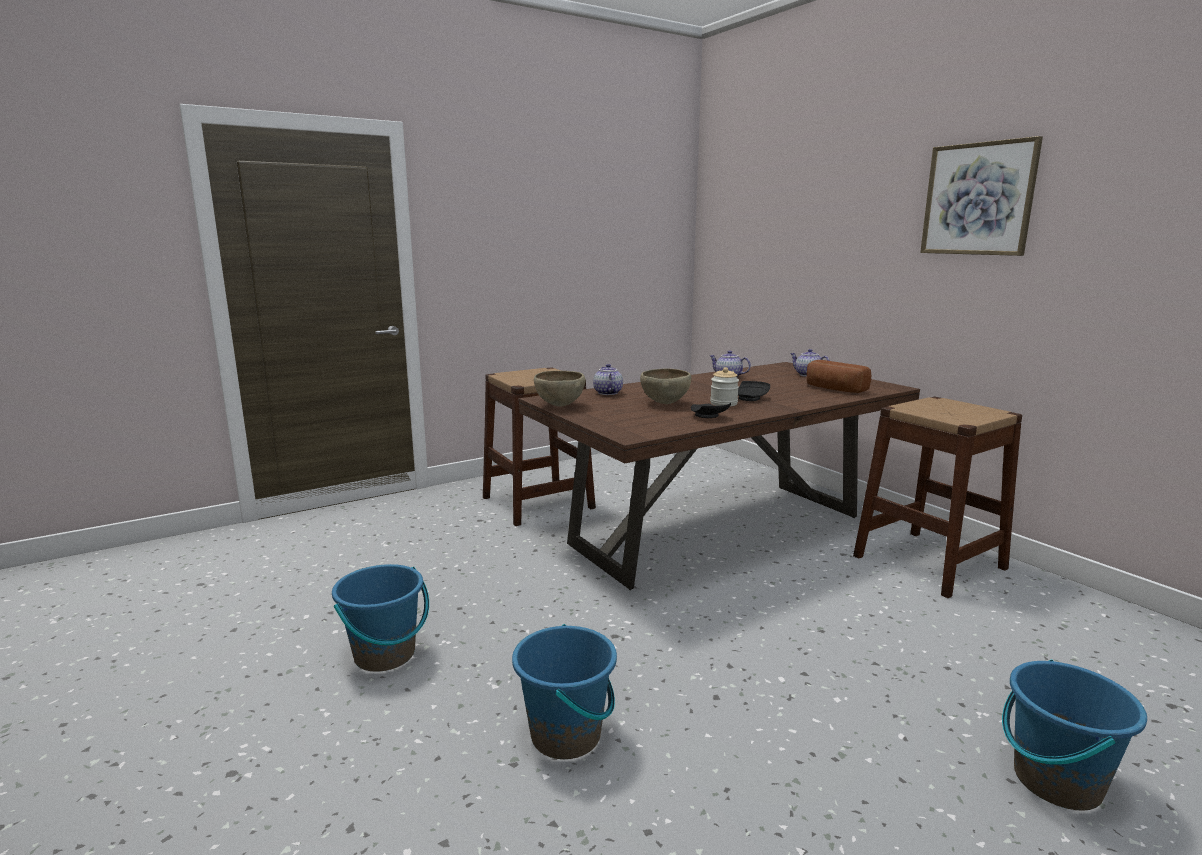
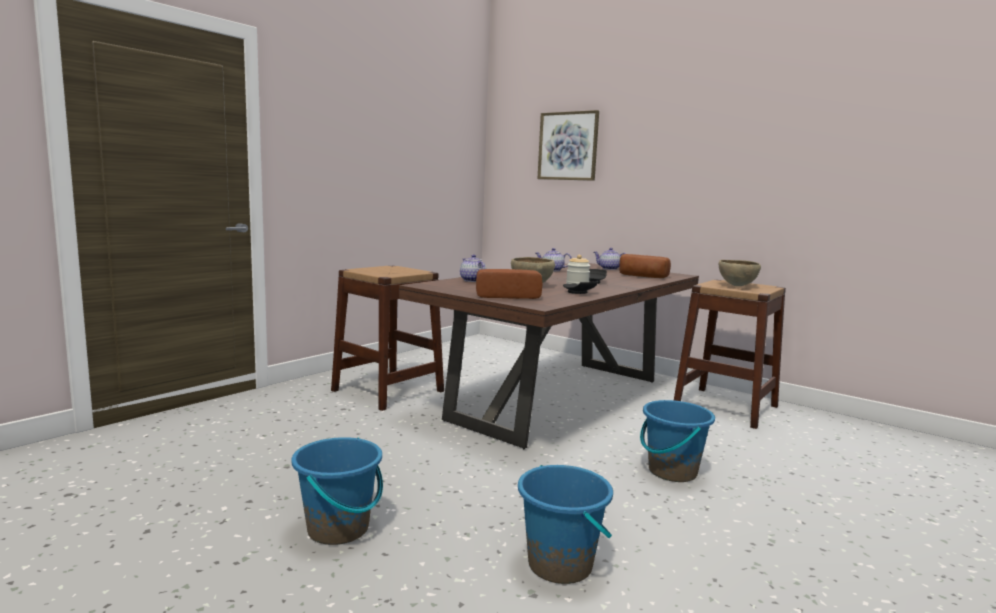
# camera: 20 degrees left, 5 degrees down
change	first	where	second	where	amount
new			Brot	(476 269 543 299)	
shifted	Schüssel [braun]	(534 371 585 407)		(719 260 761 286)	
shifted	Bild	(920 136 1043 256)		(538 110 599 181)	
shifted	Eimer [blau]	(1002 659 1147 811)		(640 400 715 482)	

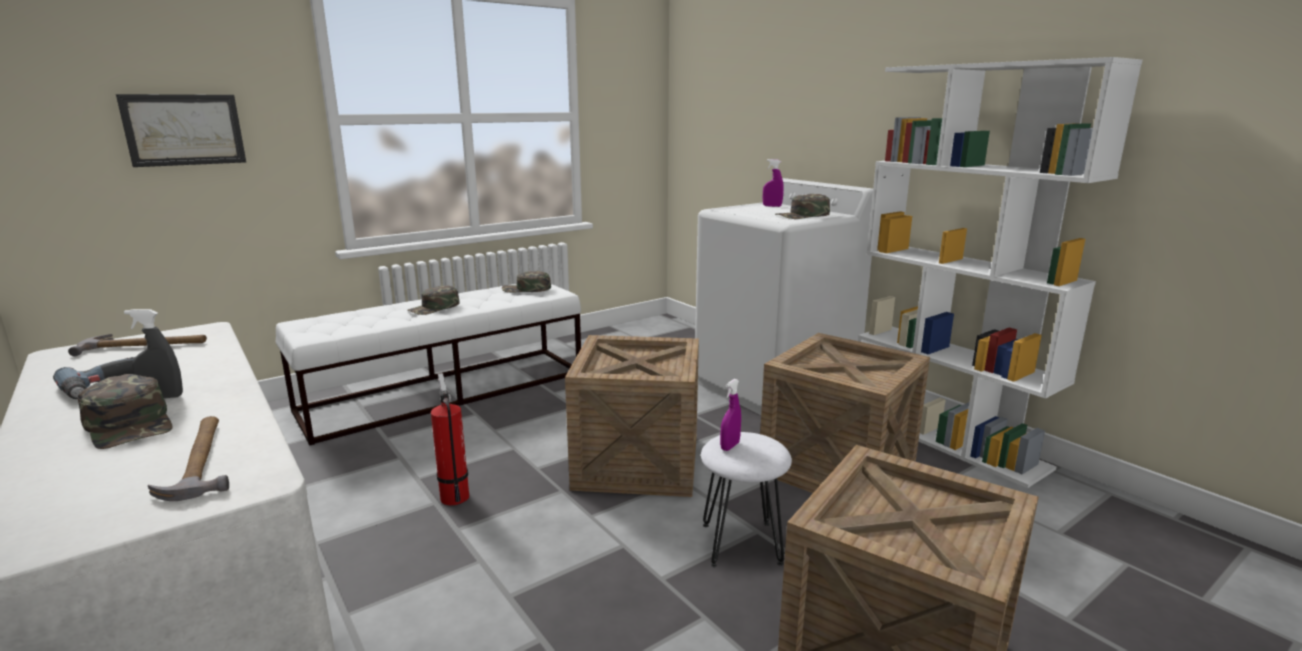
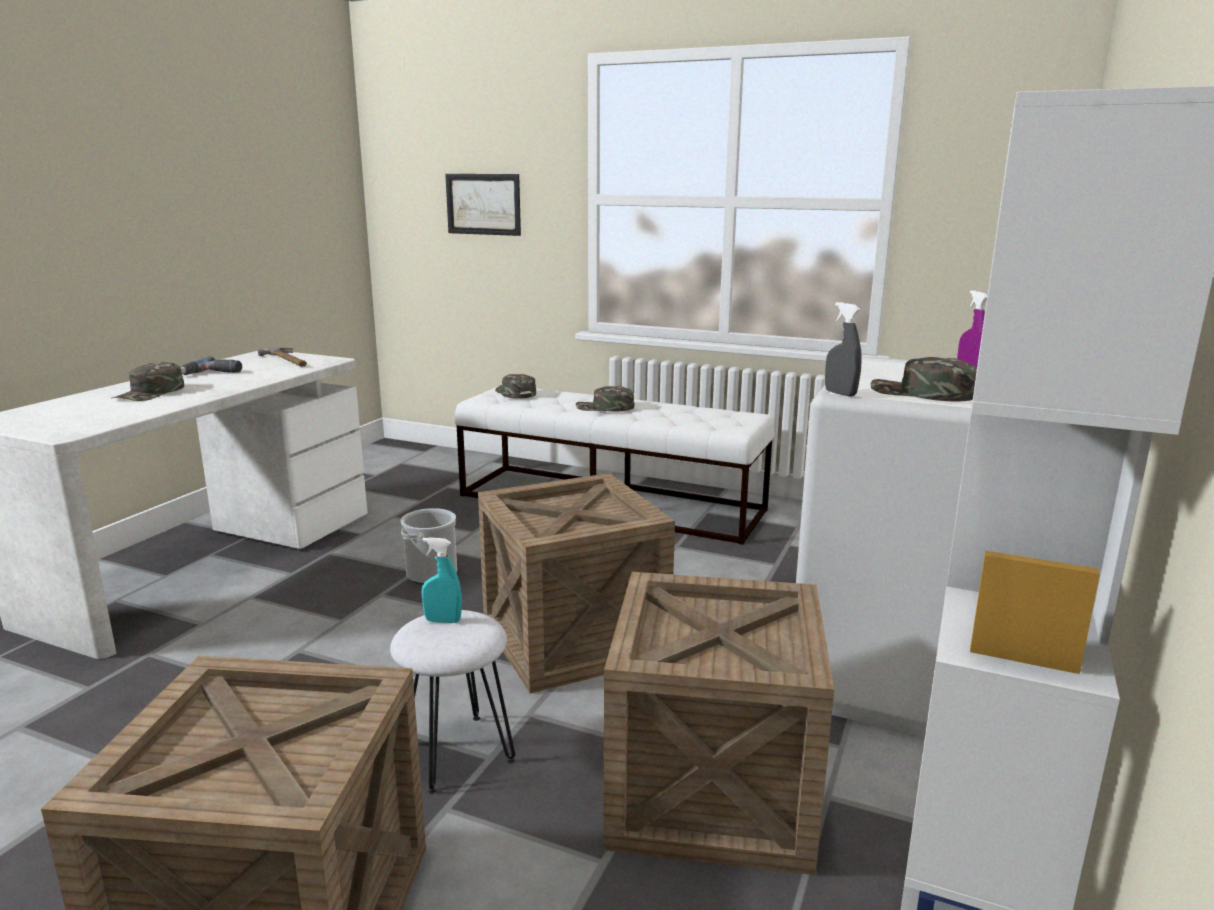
# camera: 60 degrees right, 0 degrees up
change	first	where	second	where	amount
gone	Hammer	(148 416 229 501)			
shifted	Sprühflasche [grau]	(124 309 183 398)		(825 302 862 397)	
shifted	Kappe [grün]	(502 271 551 293)		(495 374 536 399)	
swapped	Feuerlöscher	(431 373 469 505)	Eimer	(401 508 457 584)	
repainted	Sprühflasche [lila]	(720 379 741 451)	Sprühflasche [türkis]	(421 537 462 623)	

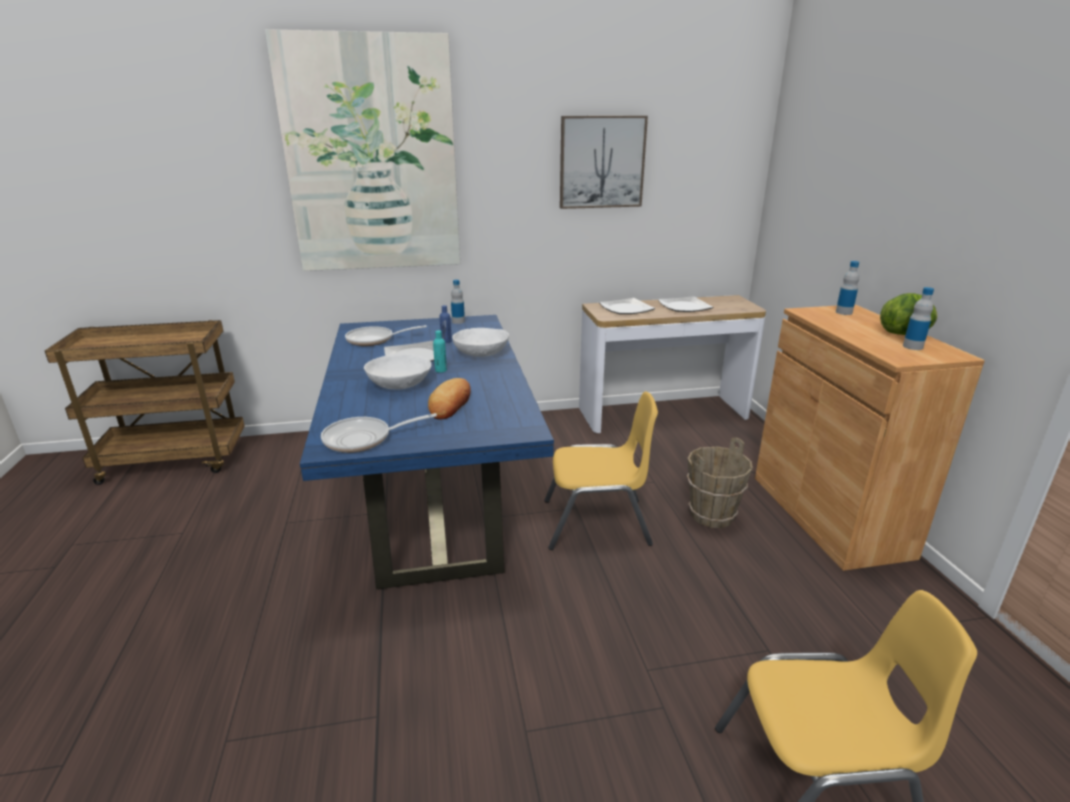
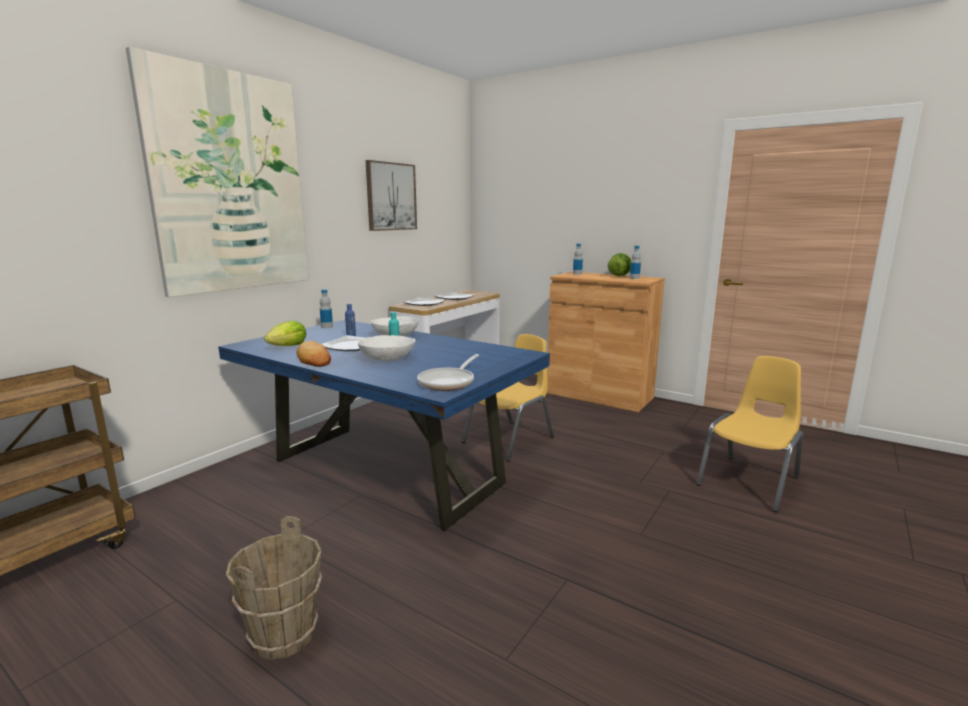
# camera: 45 degrees left, 10 degrees down
change	first	where	second	where	amount
shifted	Brot	(428 378 471 420)		(296 341 331 367)	
shifted	Eimer [braun]	(687 438 753 528)		(226 516 322 660)	
swapped	Pfanne	(345 325 427 346)	Salatkopf	(264 320 306 346)	

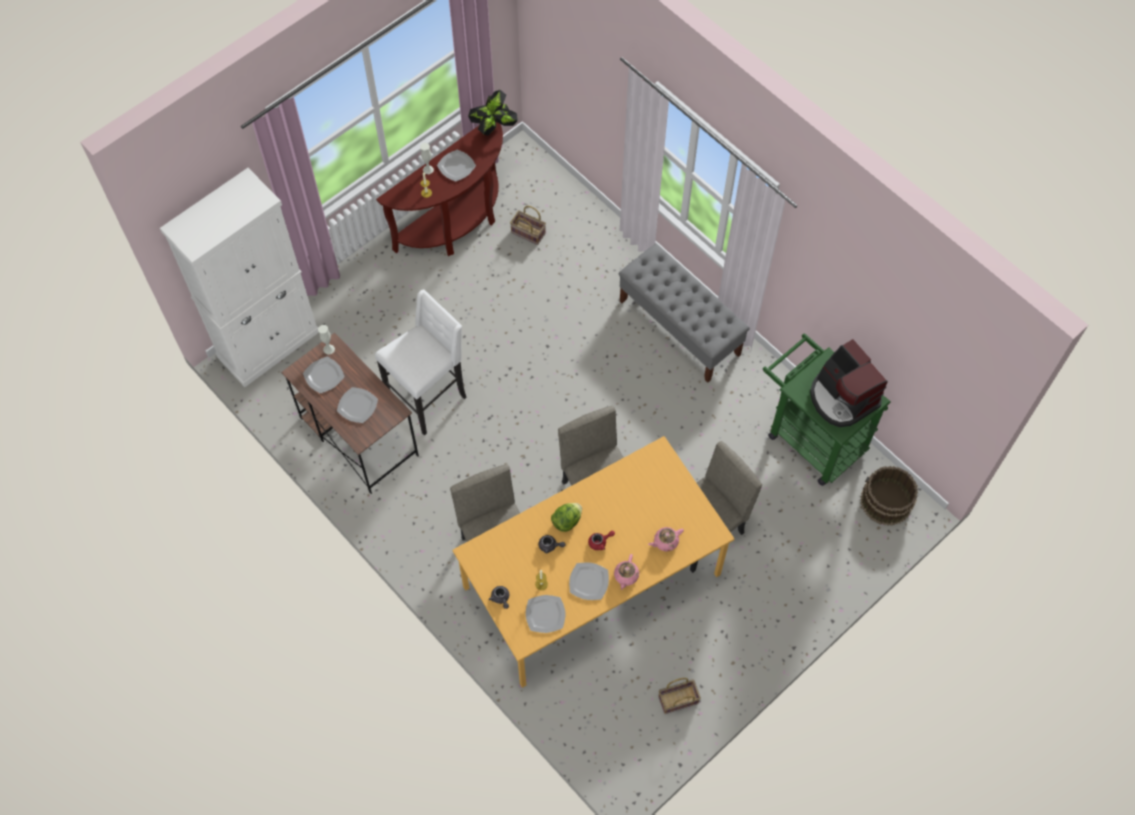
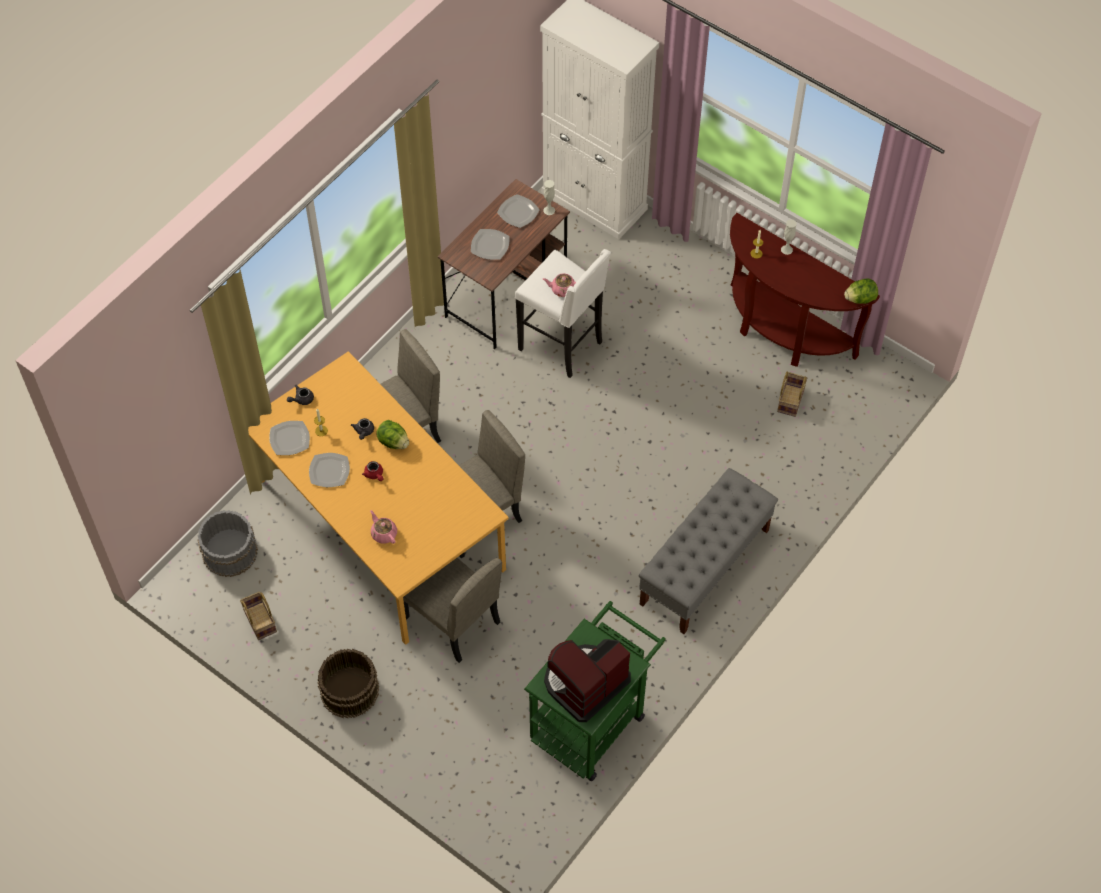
# camera: 80 degrees right, 5 degrees down
change	first	where	second	where	amount
gone	Teller	(437 150 476 182)			
new			Eimer [grau]	(197 510 258 577)	
shifted	Teekanne [rosa]	(614 554 639 590)		(543 273 576 297)	
shifted	Eimer [braun]	(860 466 918 526)		(317 649 379 718)	
swapped	Topfpflanze	(468 90 518 136)	Salatkopf	(844 278 878 304)	

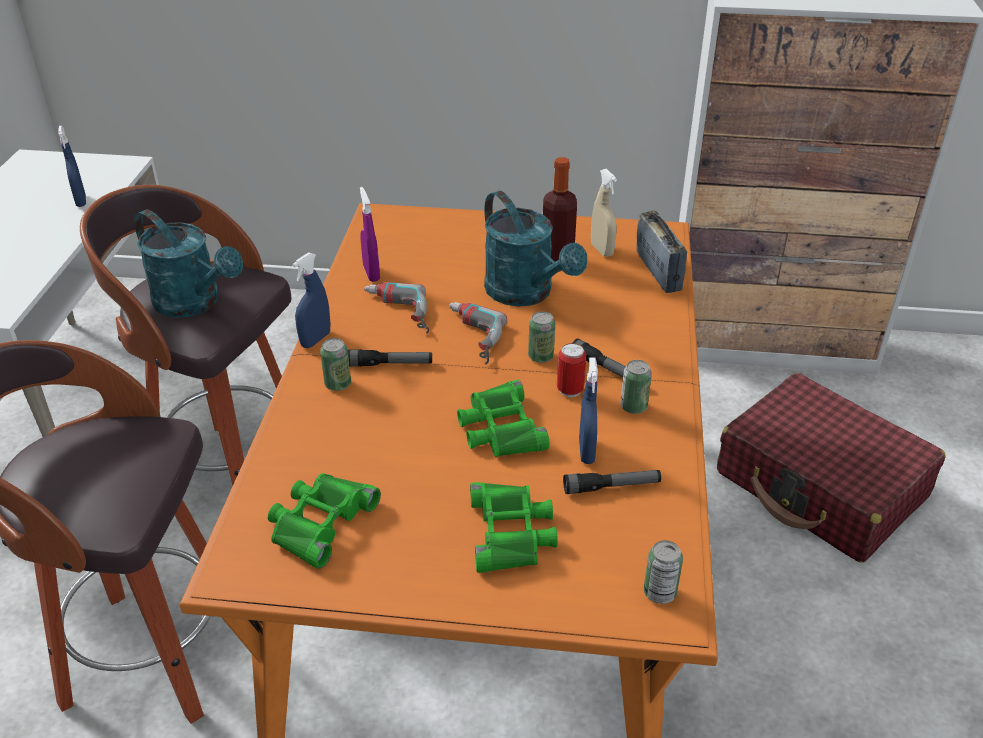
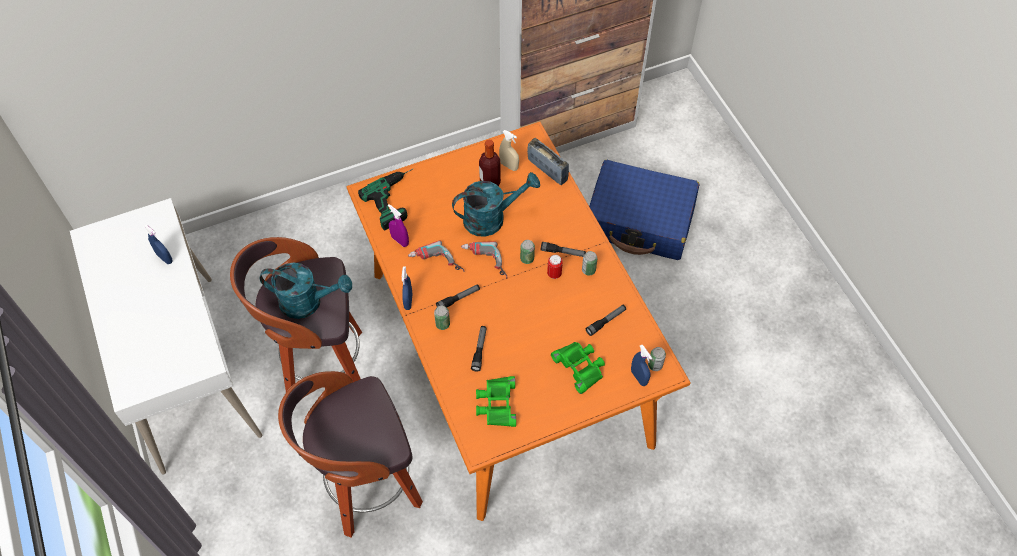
# camera: 30 degrees left, 20 degrees up
change	first	where	second	where	amount
gone	Fernglas [grün]	(457 380 550 457)			
new			Bohrmaschine	(358 168 414 231)	
new			Taschenlampe	(471 326 487 372)	
shifted	Sprühflasche [blau]	(579 358 598 464)		(631 345 652 386)	
repainted	Koffer [rot]	(717 373 945 563)	Koffer [blau]	(589 160 699 260)	
rotated	Gießkanne [türkis]	(484 191 587 307)		(452 172 540 237)	45 degrees counterclockwise

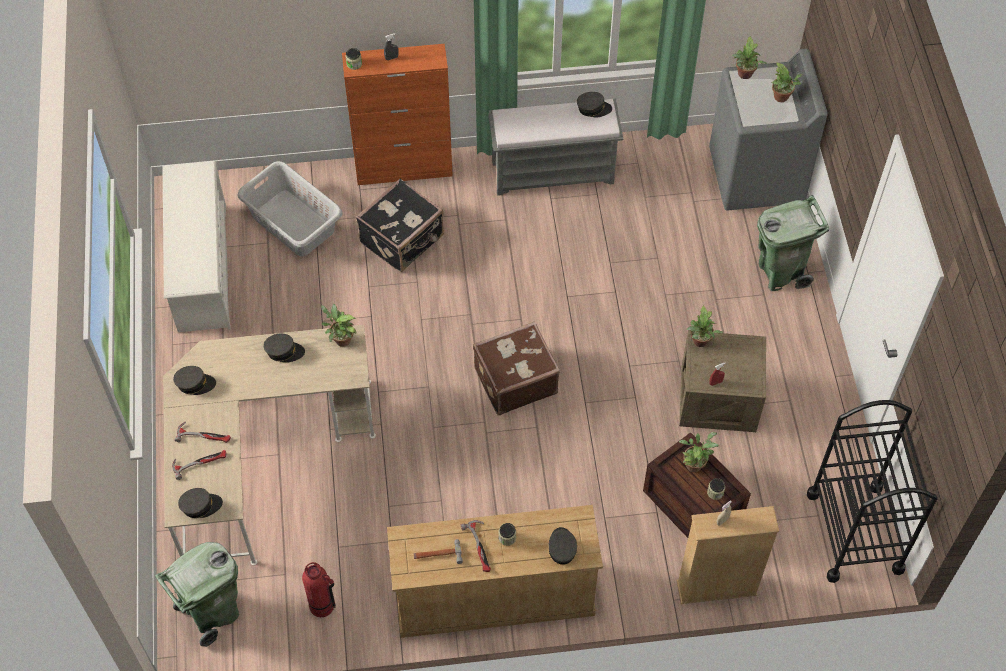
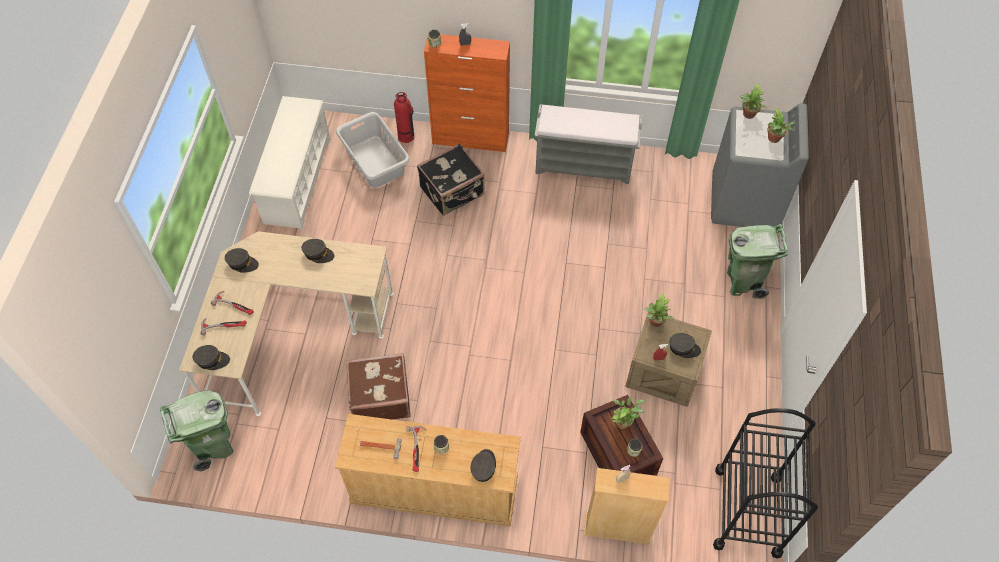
# camera: 15 degrees right, 0 degrees up
change	first	where	second	where	amount
gone	Topfpflanze	(321 304 356 347)			
shifted	Feuerlöscher	(302 562 336 617)		(394 92 414 143)	
shifted	Koffer [braun]	(473 321 560 415)		(346 353 411 420)	
shifted	Kappe [grau]	(577 92 612 117)		(669 333 701 358)	

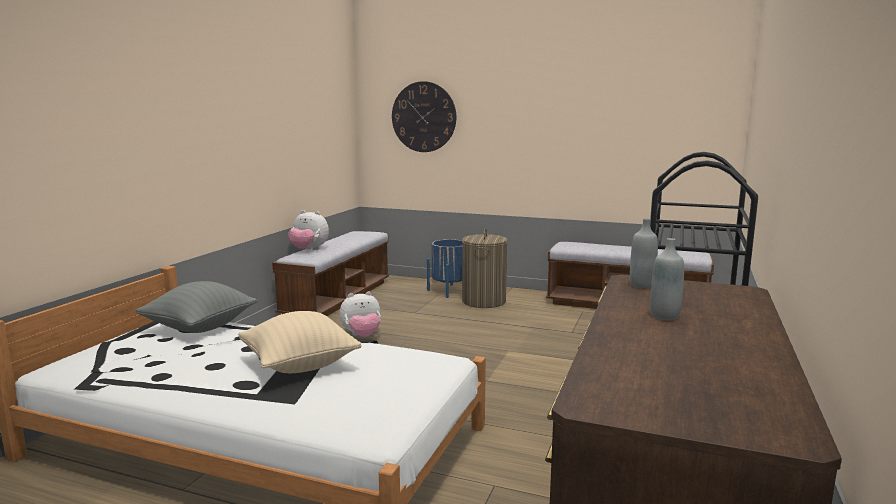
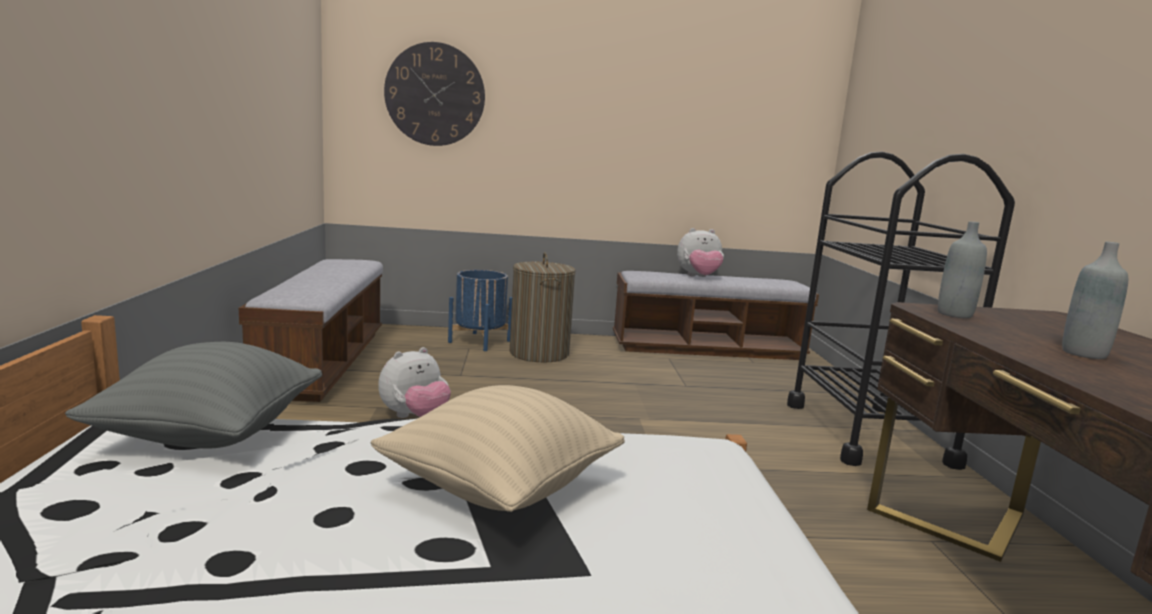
# camera: 25 degrees left, 0 degrees up
change	first	where	second	where	amount
shifted	Plüschtier	(288 210 329 250)		(677 228 724 277)	

